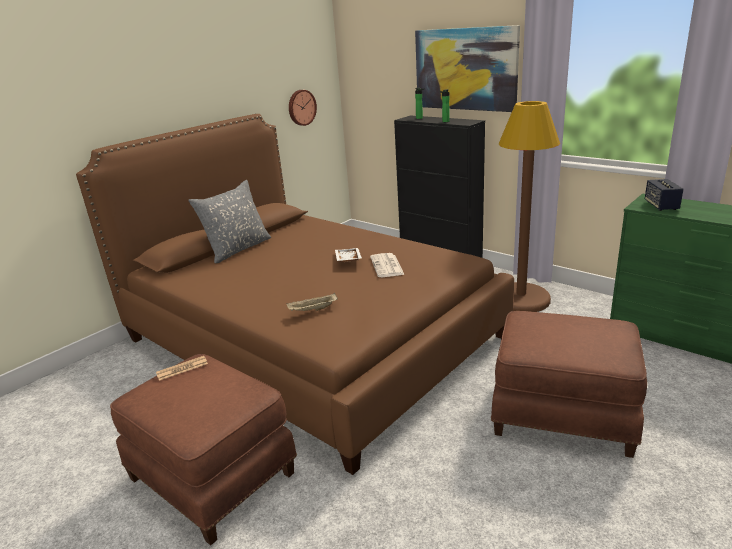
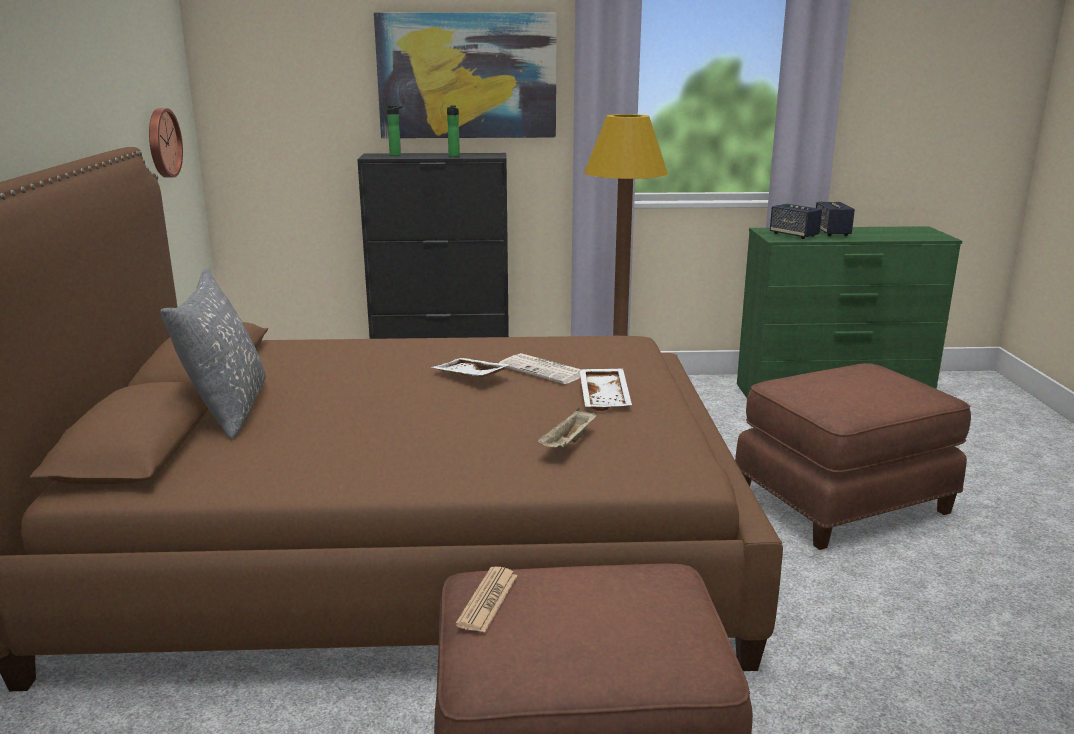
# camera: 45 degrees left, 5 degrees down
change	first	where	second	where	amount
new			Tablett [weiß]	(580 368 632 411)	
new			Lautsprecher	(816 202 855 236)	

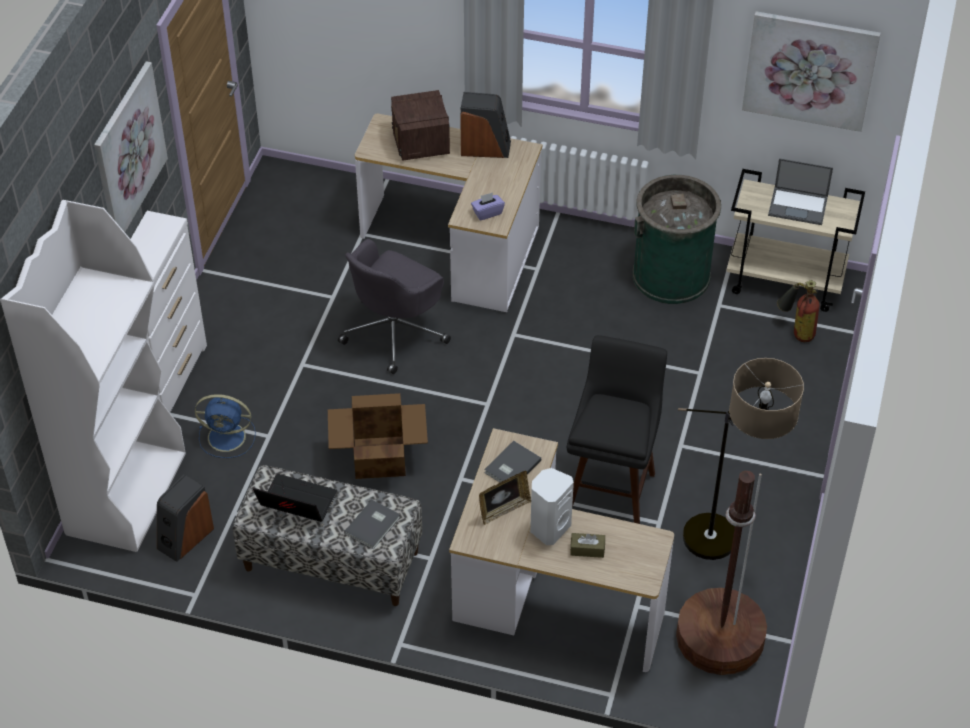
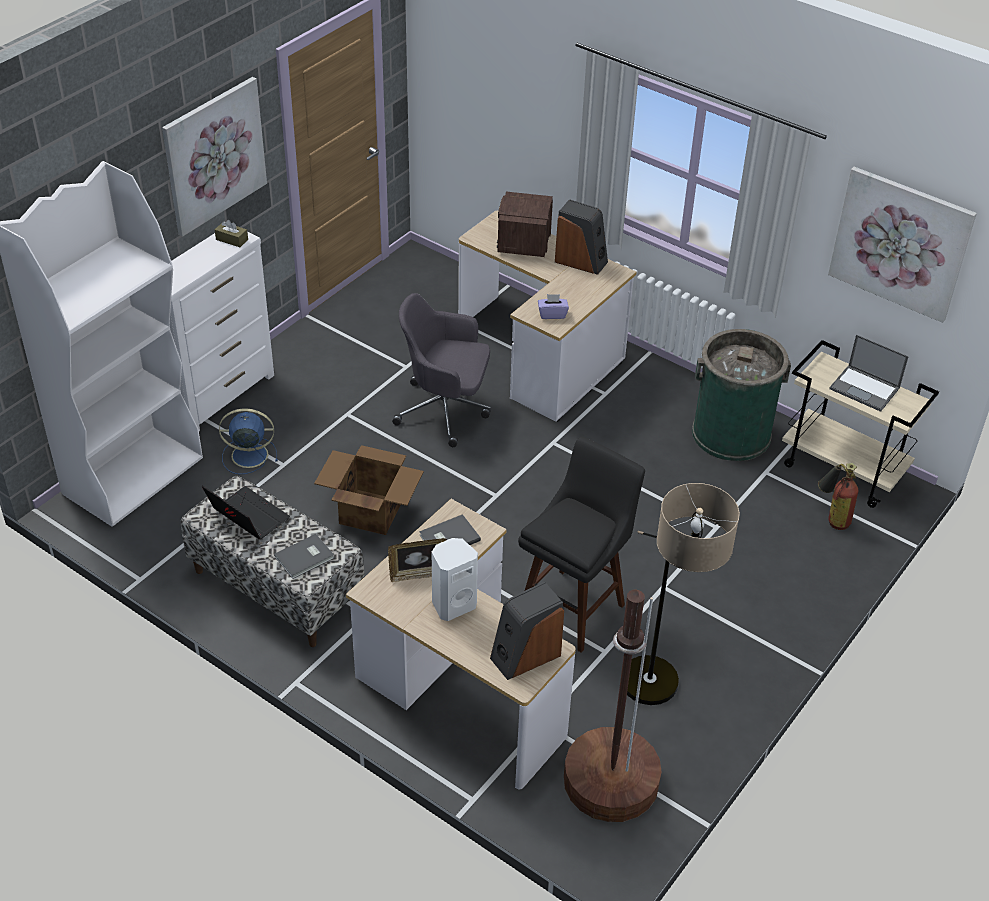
# camera: 20 degrees right, 5 degrees down
change	first	where	second	where	amount
shifted	Lautsprecher	(157 475 214 562)		(490 581 564 680)	
shifted	Taschentuchbox [braun]	(570 533 605 558)		(215 220 248 247)	
rotated	Ventilator [blau]	(195 394 256 458)		(219 409 278 474)	150 degrees clockwise
rotated	Bürostuhl [grau]	(338 239 451 374)		(392 293 491 447)	45 degrees clockwise

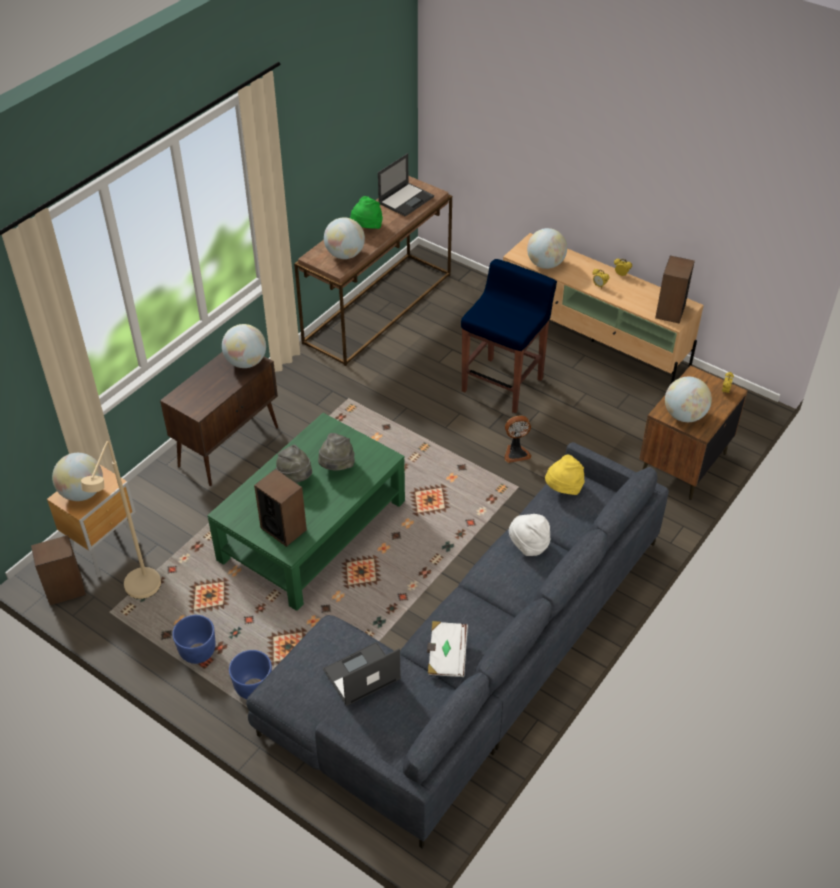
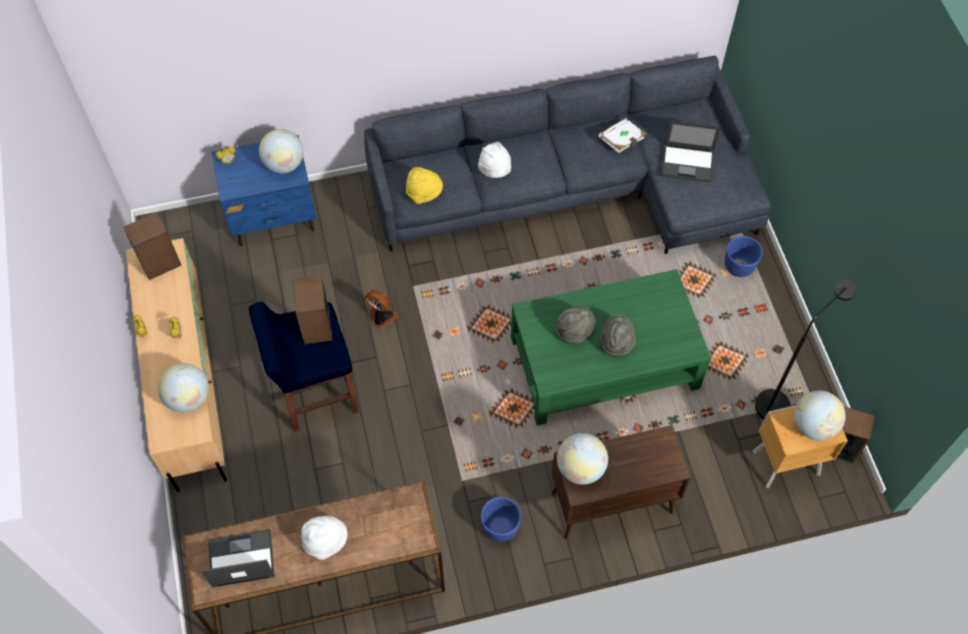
# camera: 140 degrees left, 15 degrees up
change	first	where	second	where	amount
gone	Globus	(324 217 365 259)			
shifted	Pflanzkübel [blau]	(172 615 216 664)		(481 497 521 542)	
shifted	Lautsprecher	(254 469 307 547)		(292 276 333 344)	
repainted	Stehlampe [beige]	(81 441 161 599)	Stehlampe [schwarz]	(755 279 856 420)	
repainted	Hut [grün]	(350 196 383 229)	Hut [weiß]	(301 516 348 560)	
repainted	Nachttisch [braun]	(639 365 748 500)	Nachttisch [blau]	(212 135 317 246)	

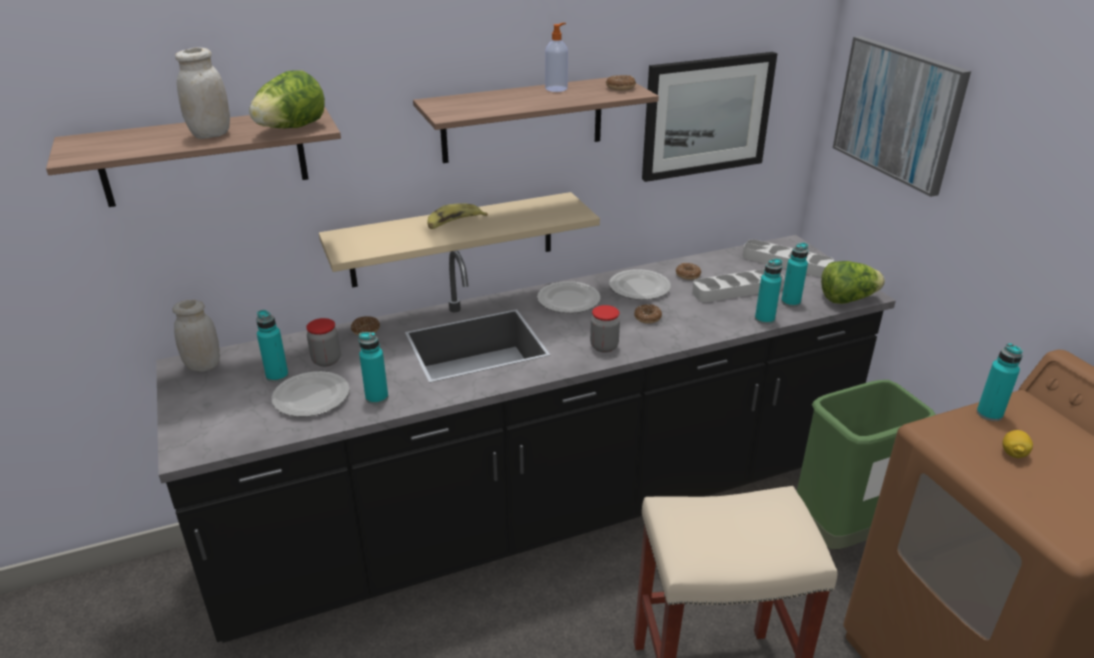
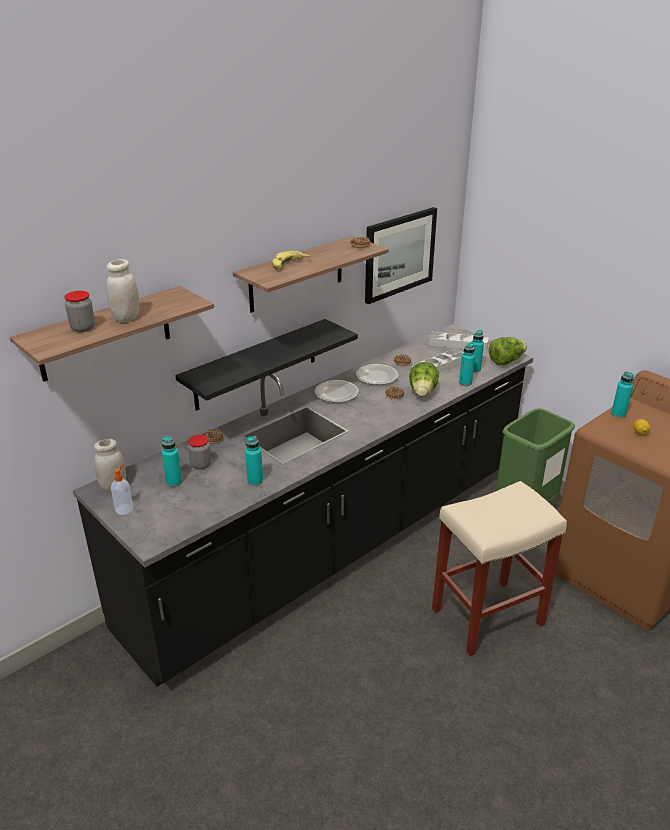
# camera: 20 degrees left, 0 degrees up
change	first	where	second	where	amount
gone	Teller	(271 371 350 417)			
gone	Bild	(833 36 971 197)			
shifted	Salatkopf	(249 70 325 128)		(409 362 439 397)	
shifted	Banane	(427 203 488 229)		(272 251 310 270)	
shifted	Seifenspender	(545 23 568 92)		(111 465 133 515)	
shifted	Vorratsglas	(590 305 620 352)		(65 291 95 332)	
repainted	Wandregal [beige]	(319 192 600 288)	Wandregal [schwarz]	(175 319 358 411)	

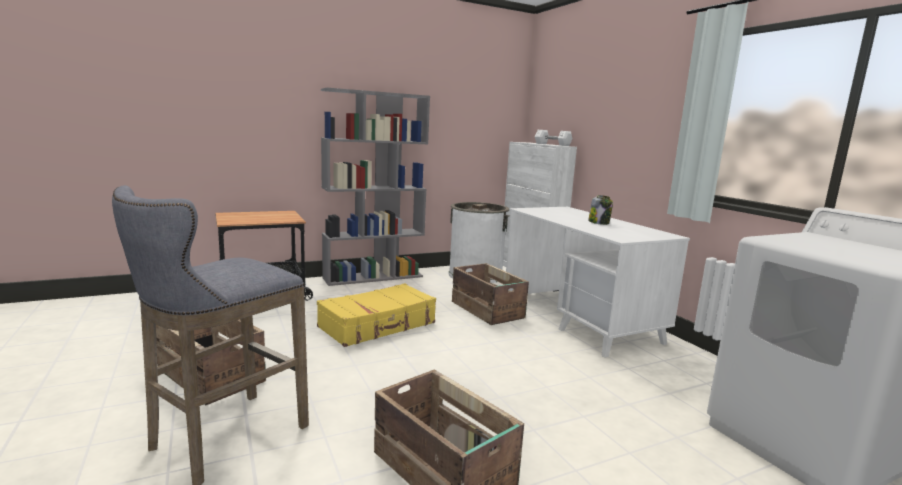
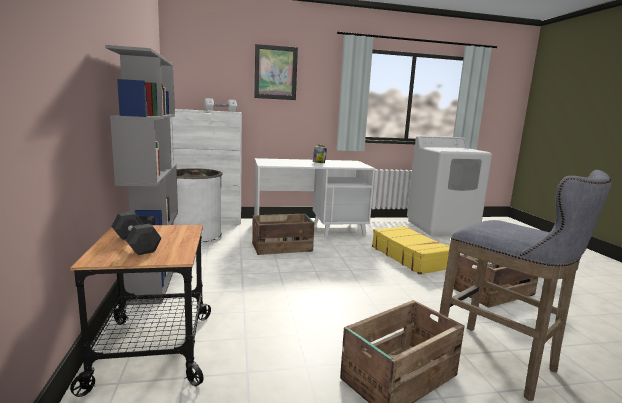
# camera: 75 degrees left, 0 degrees up
change	first	where	second	where	amount
new			Hantel [schwarz]	(111 212 162 255)	
new			Bild	(254 44 298 100)	
shifted	Koffer [gelb]	(317 283 436 347)		(372 226 450 275)	

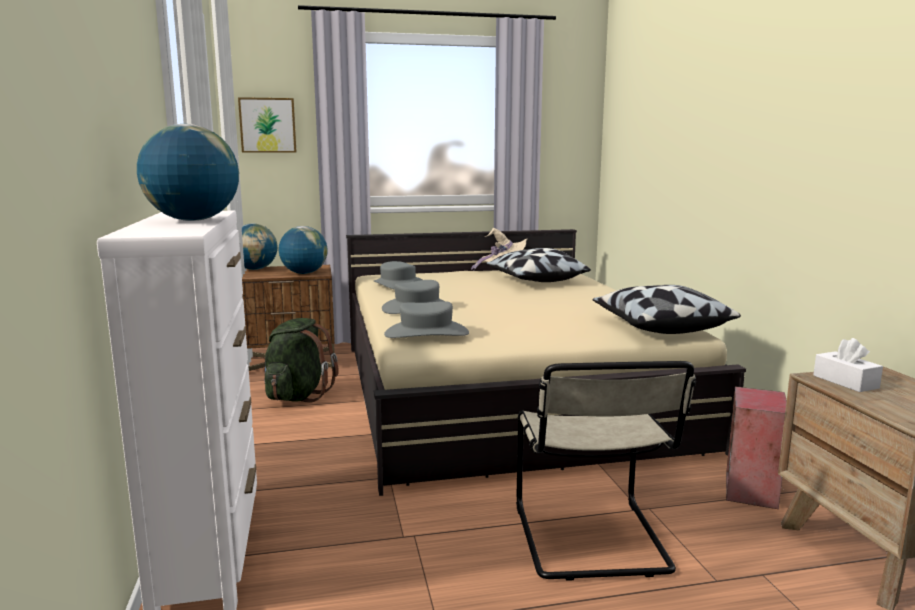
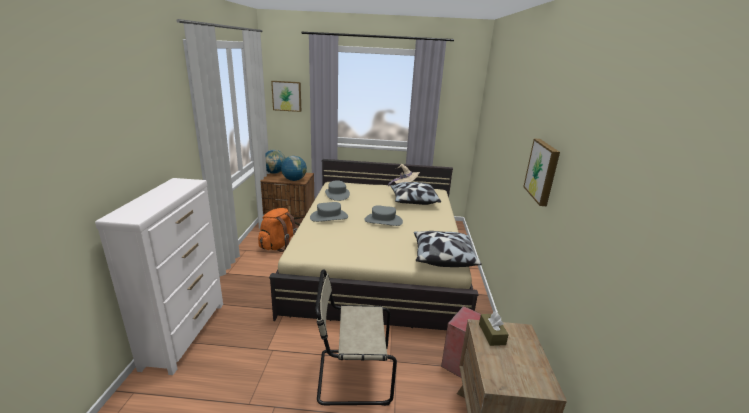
# camera: 15 degrees right, 10 degrees up
change	first	where	second	where	amount
gone	Globus	(137 124 239 221)			
new			Bild	(523 139 560 206)	
shifted	Hut [grau]	(384 301 469 338)		(364 205 403 226)	
repainted	Rucksack [grün]	(264 318 339 403)	Rucksack [orange]	(258 208 297 252)	
repainted	Taschentuchbox [weiß]	(813 338 883 392)	Taschentuchbox [braun]	(479 311 509 346)	
rotated	Stuhl [beige]	(516 361 696 581)		(315 270 397 406)	75 degrees clockwise

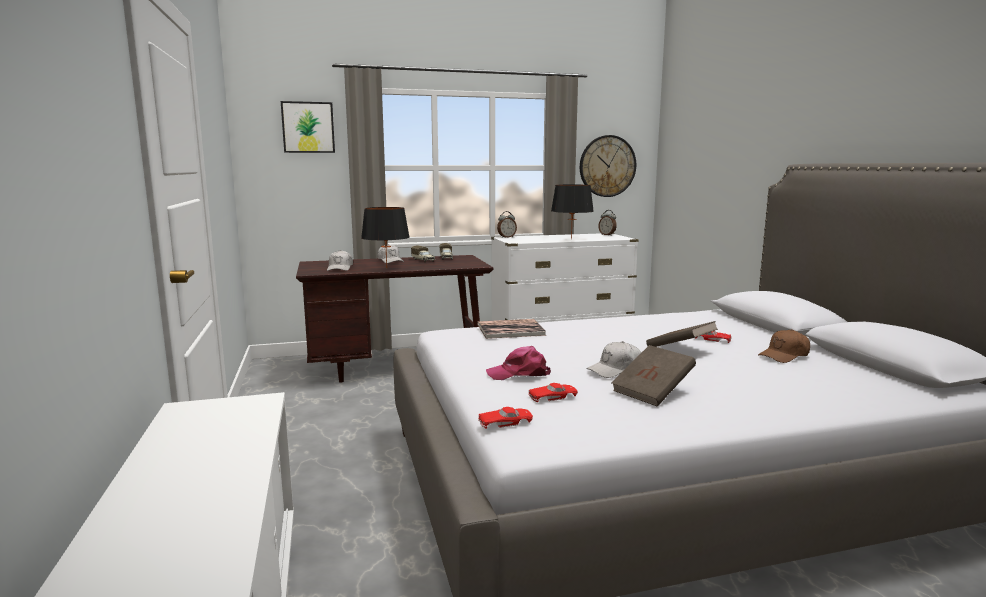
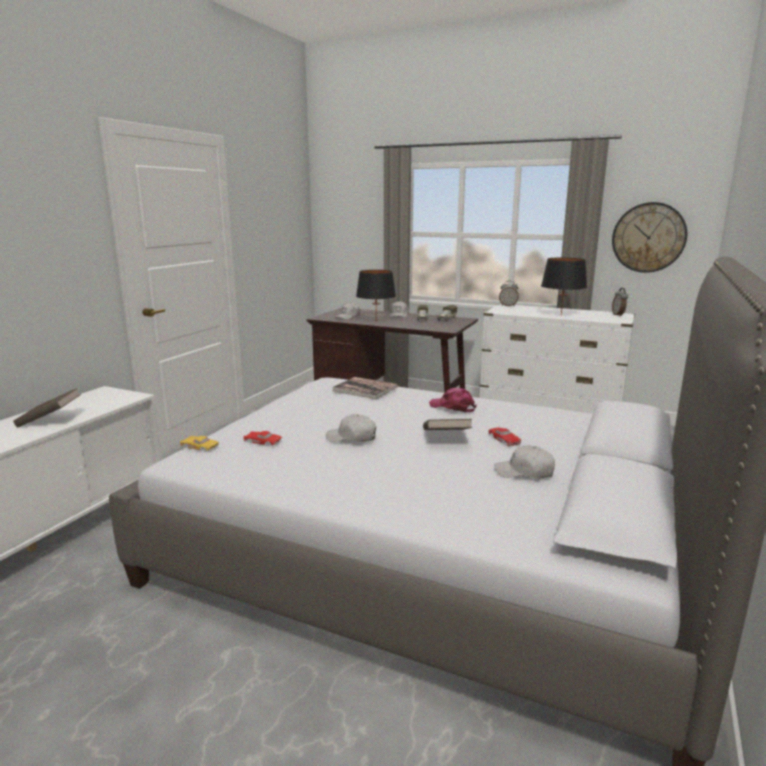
# camera: 40 degrees right, 5 degrees up
change	first	where	second	where	amount
gone	Bild	(281 101 335 153)			
shifted	Kappe [rosa]	(486 346 551 380)		(429 388 477 412)	
shifted	Buch [braun]	(611 345 696 407)		(13 388 81 427)	
repainted	Spielzeugauto [rot]	(478 407 533 429)	Spielzeugauto [gelb]	(180 436 219 451)	
repainted	Kappe [braun]	(758 329 810 363)	Kappe [weiß]	(494 445 555 478)	

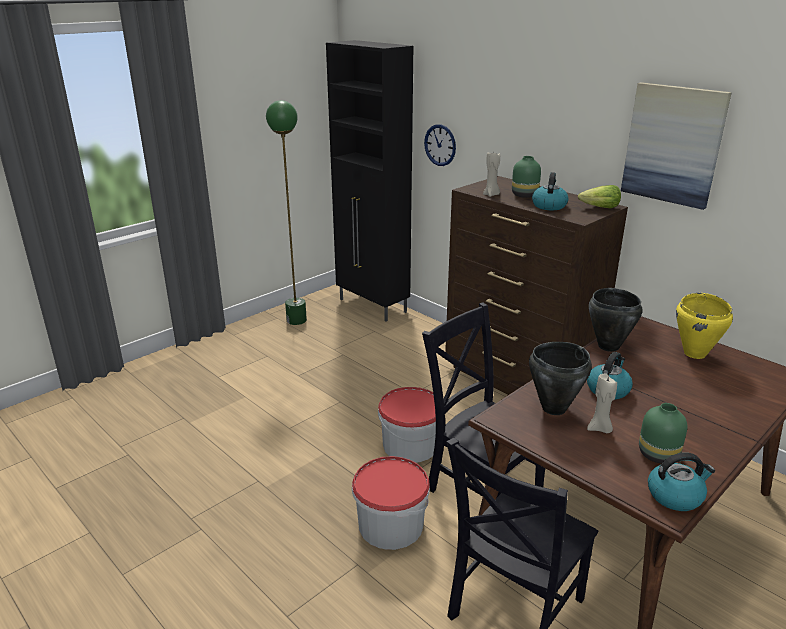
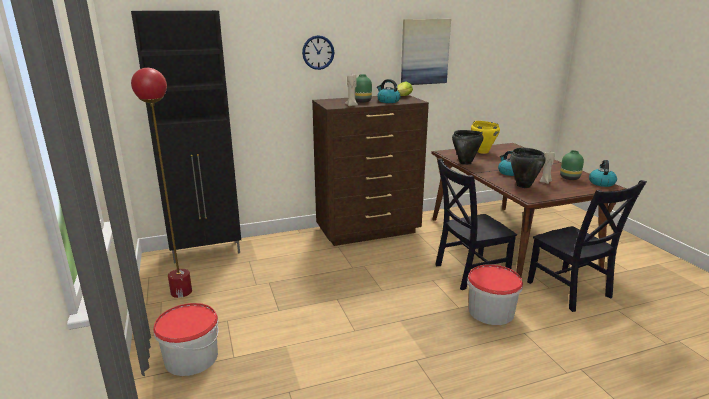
# camera: 65 degrees left, 5 degrees down
change	first	where	second	where	amount
shifted	Eimer	(378 387 436 463)		(153 303 218 376)	
shifted	Wanduhr	(424 124 456 166)		(302 35 334 70)	
repainted	Stehlampe [grün]	(266 100 307 325)	Stehlampe [rot]	(131 68 192 298)	

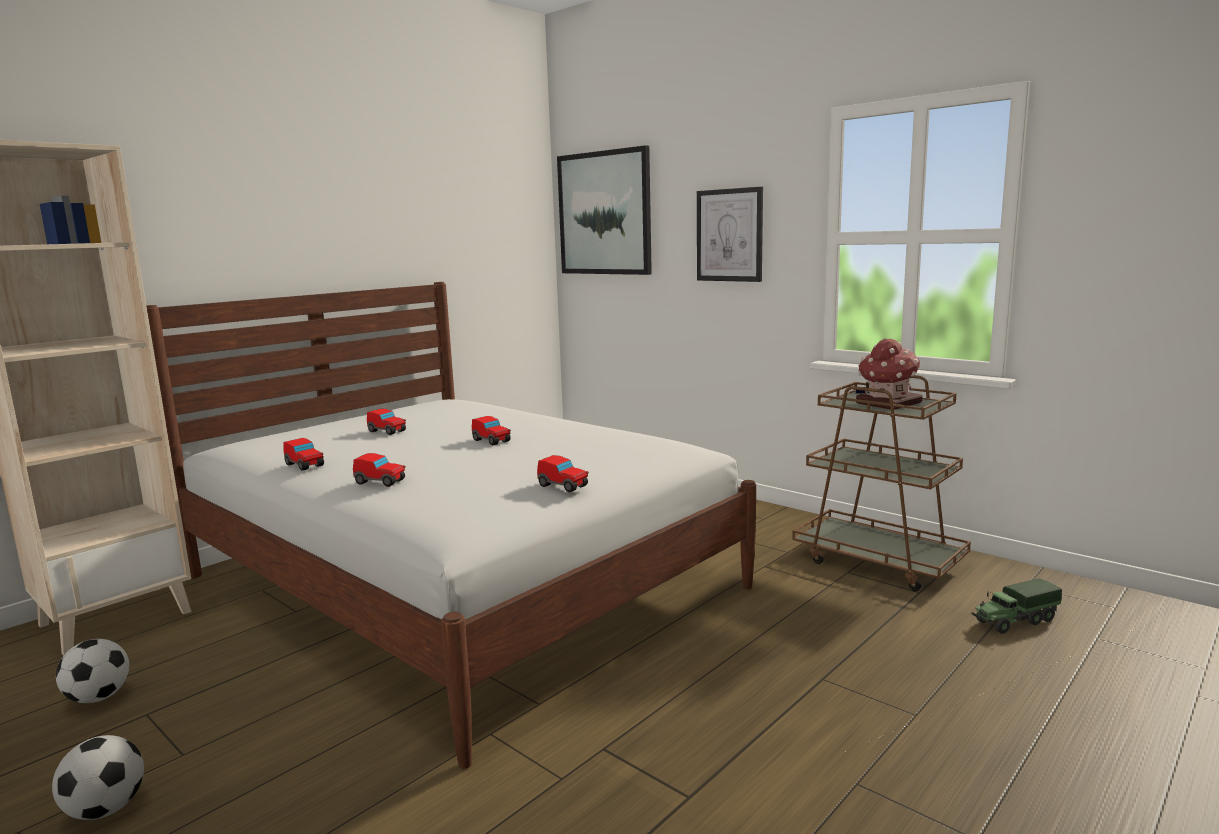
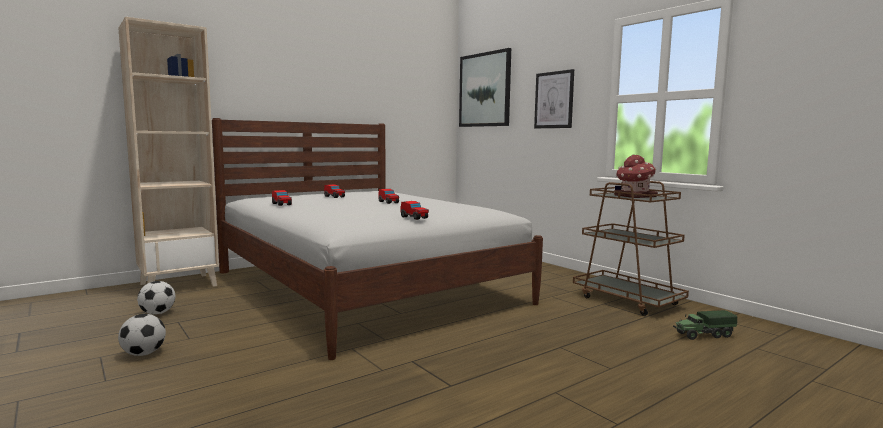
# camera: 10 degrees right, 5 degrees down
change	first	where	second	where	amount
gone	Spielzeugauto	(353 453 406 487)			

